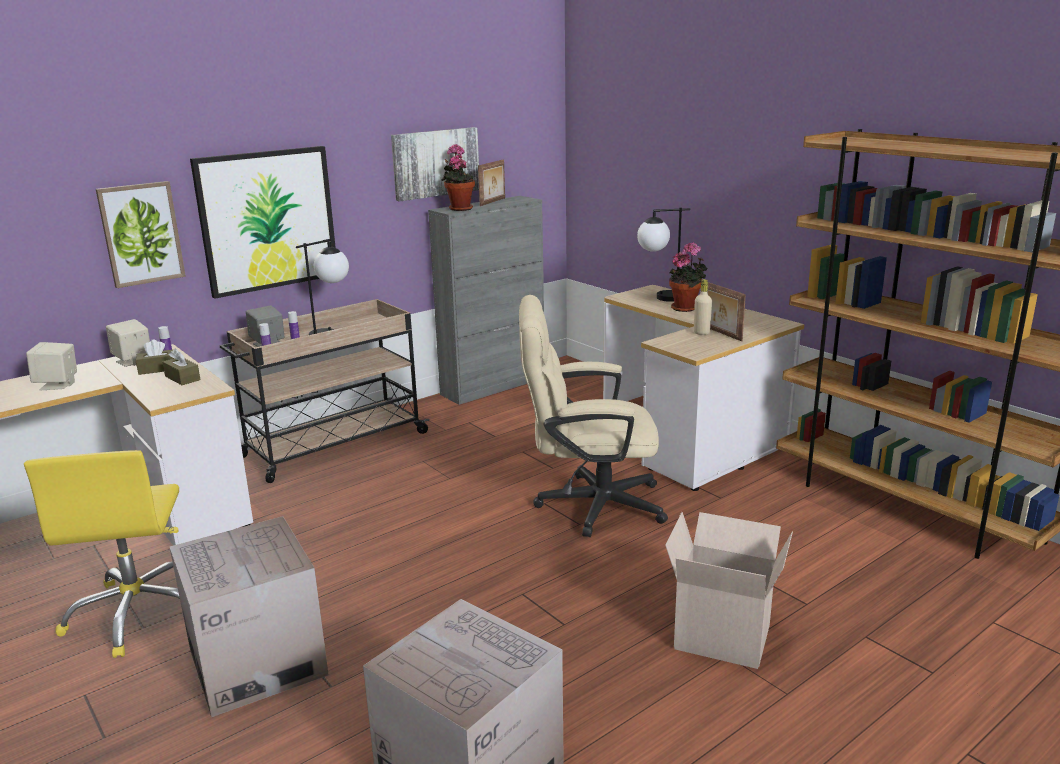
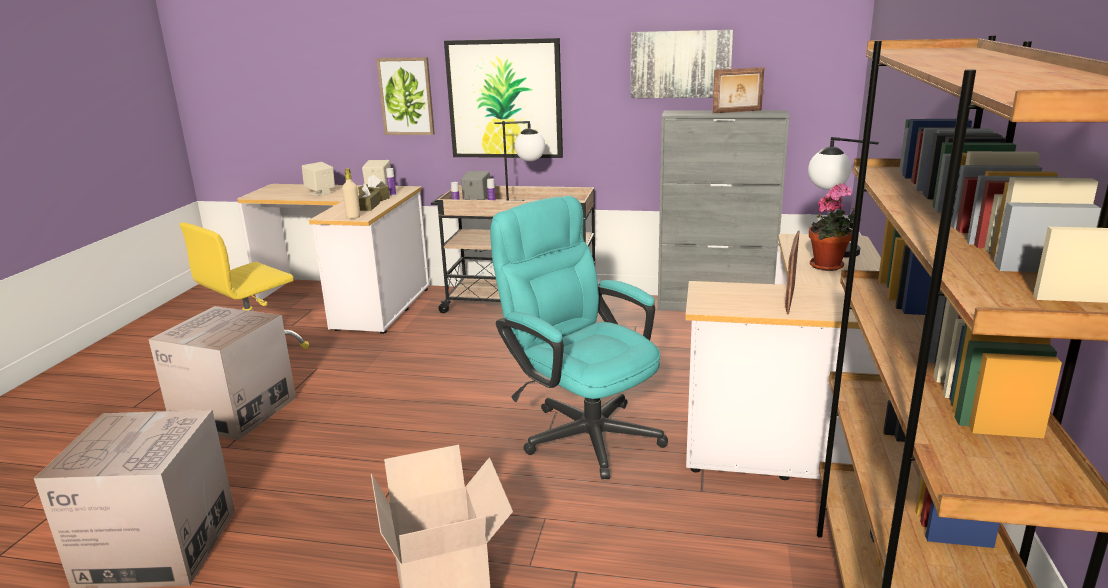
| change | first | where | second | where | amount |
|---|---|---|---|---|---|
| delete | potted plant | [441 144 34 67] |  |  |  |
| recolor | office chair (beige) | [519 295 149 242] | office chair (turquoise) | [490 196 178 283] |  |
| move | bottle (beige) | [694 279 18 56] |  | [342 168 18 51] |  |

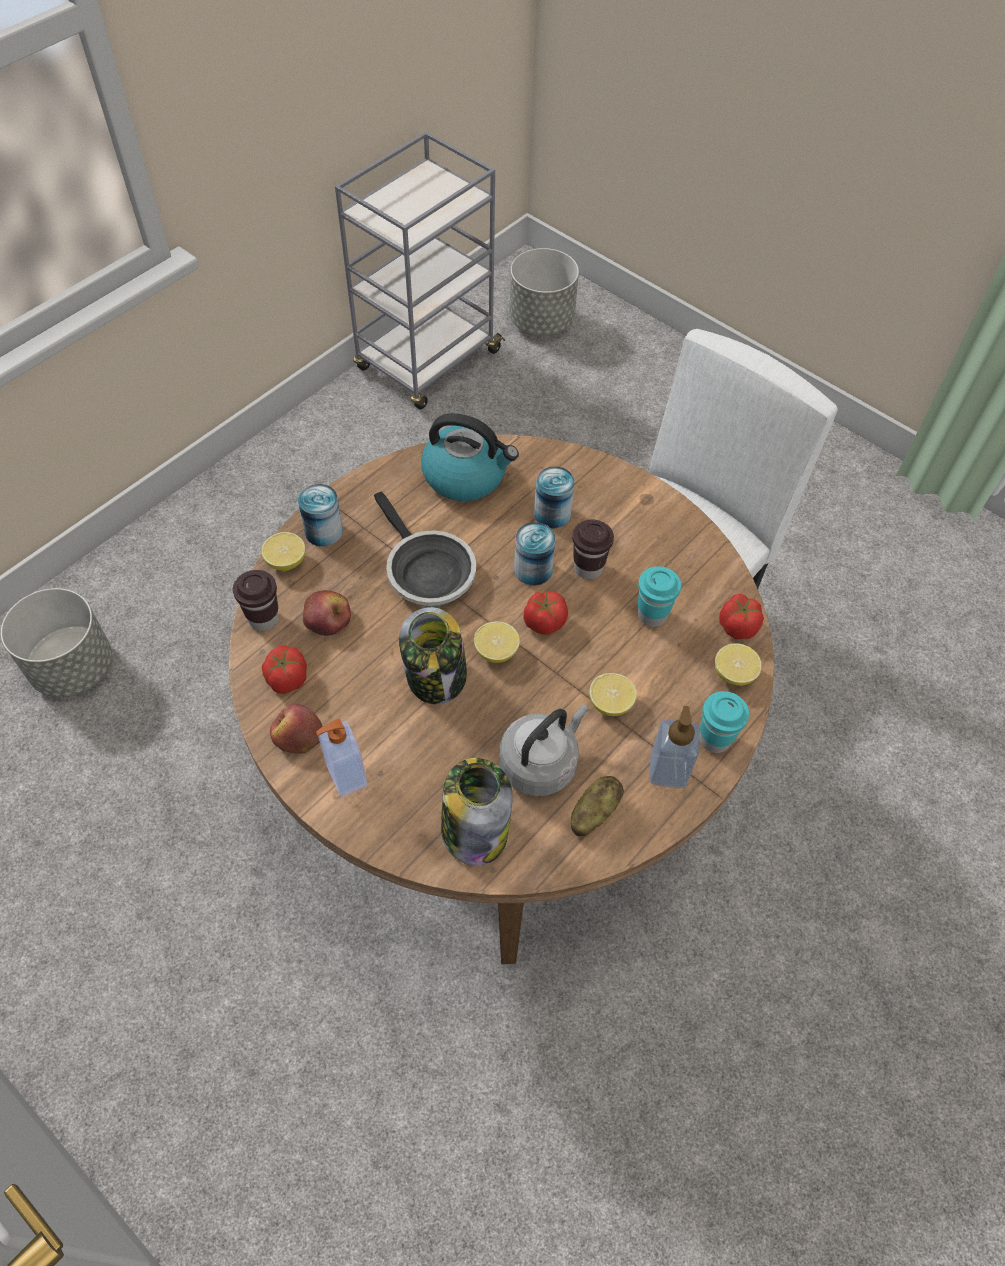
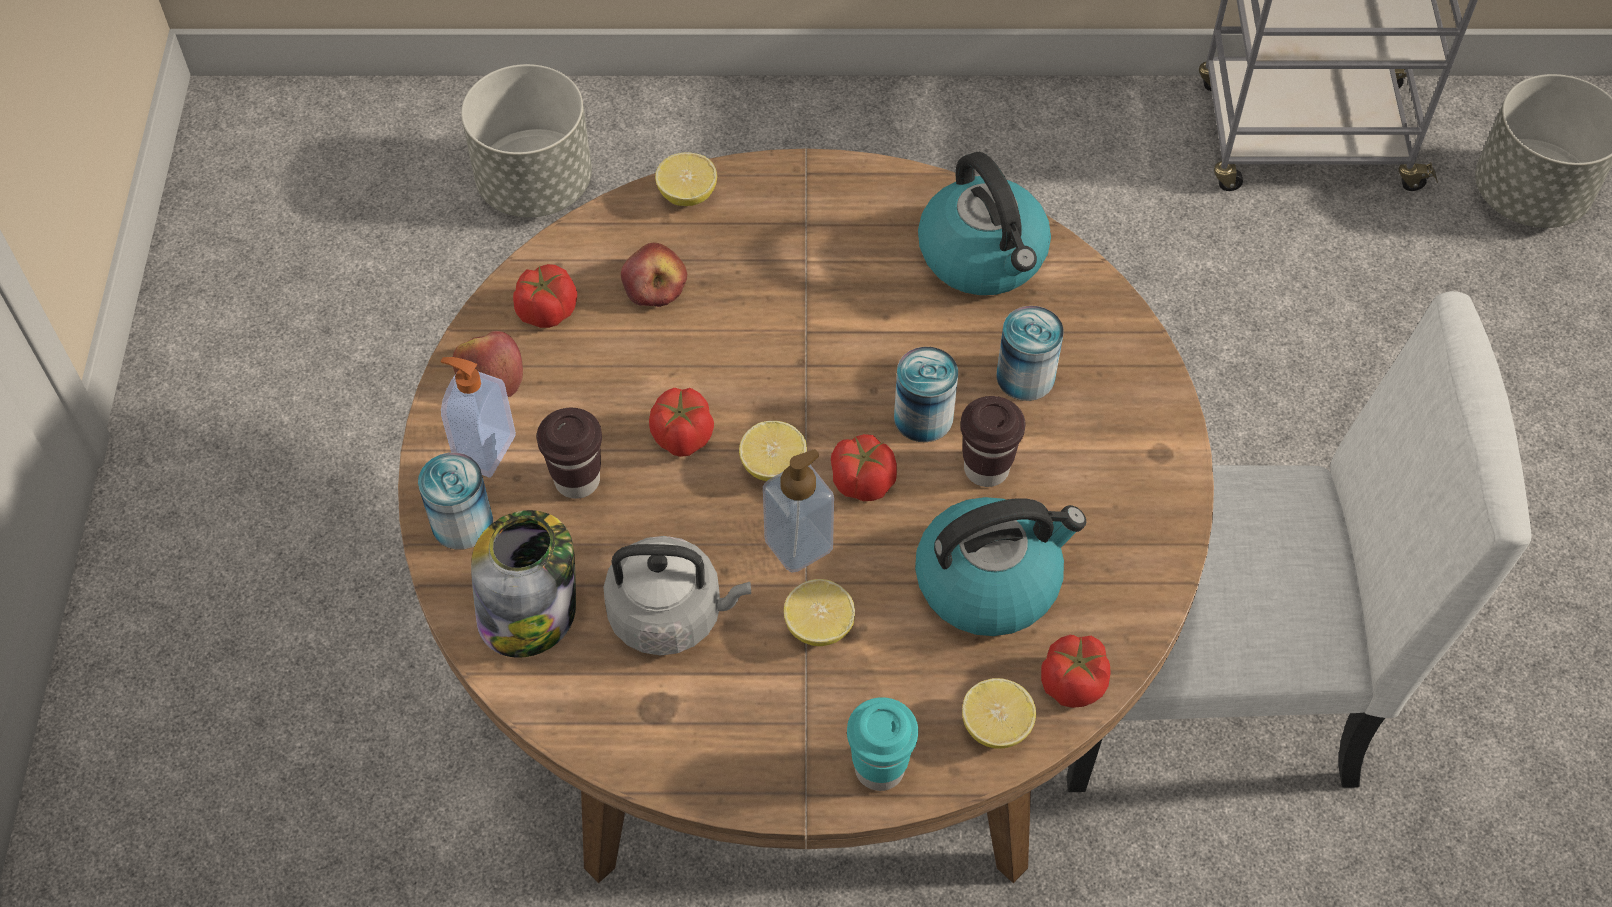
| change | first | where | second | where | amount |
|---|---|---|---|---|---|
| move | cup (brown) | [233 570 46 61] |  | [537 408 65 91] |  |
| move | can | [298 484 45 63] |  | [418 452 75 98] |  |
| delete | frying pan | [374 491 102 116] |  |  |  |
| replace | jar | [399 607 68 97] | tomato | [649 388 65 69] |  |
| delete | potato | [571 776 53 60] |  |  |  |
| replace | cup (turquoise) | [638 566 43 61] | kettle | [915 497 171 139] |  |
| move | soap dispenser | [649 706 51 83] |  | [763 449 71 124] |  |

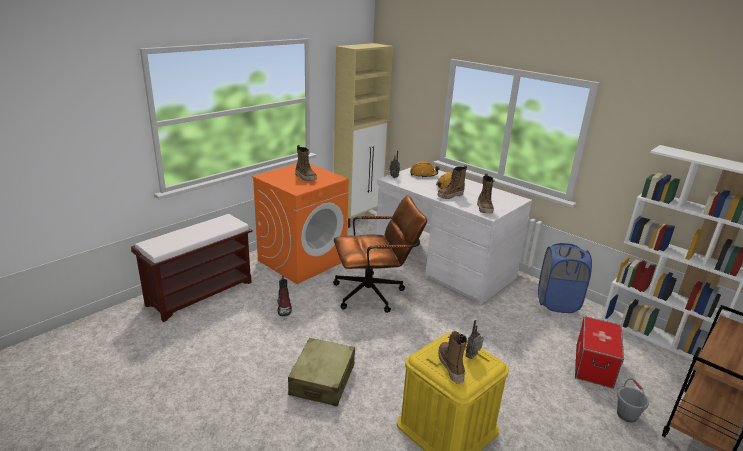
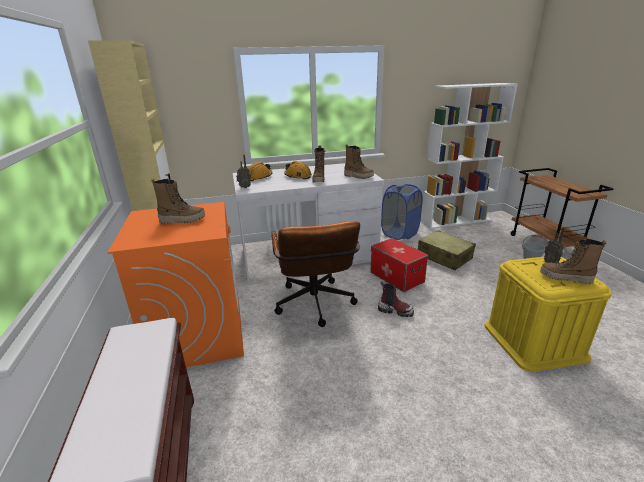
| change | first | where | second | where | amount |
|---|---|---|---|---|---|
| move | boot | [277 275 15 41] |  | [378 281 36 36] |  |
| move | suitcase (beige) | [288 338 67 68] |  | [418 230 58 40] |  |
| rotate | office chair (brown) | [333 195 94 118] |  | [271 221 89 106] | 150 degrees clockwise |
| move | storage box | [575 316 49 73] |  | [370 238 58 54] |  |

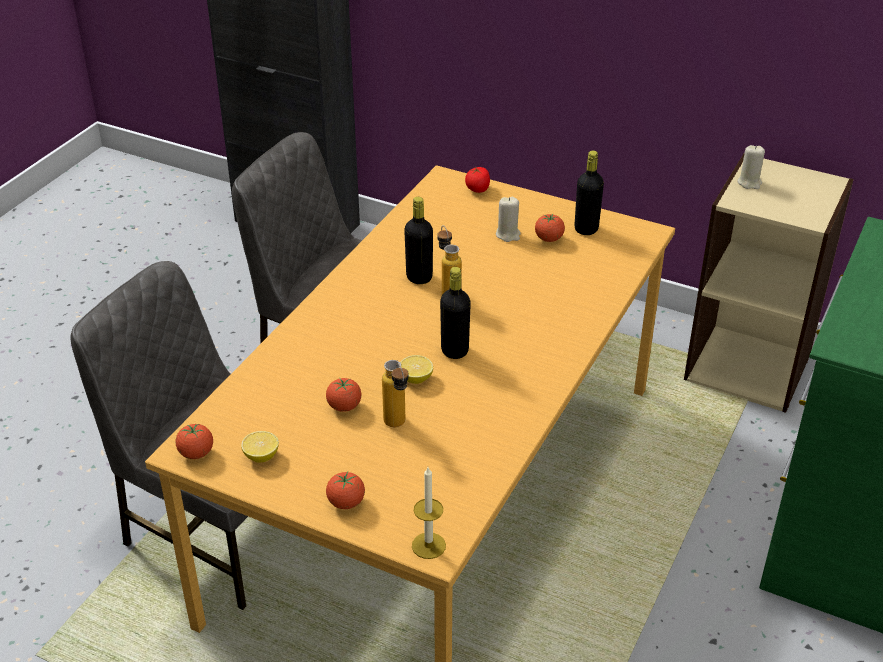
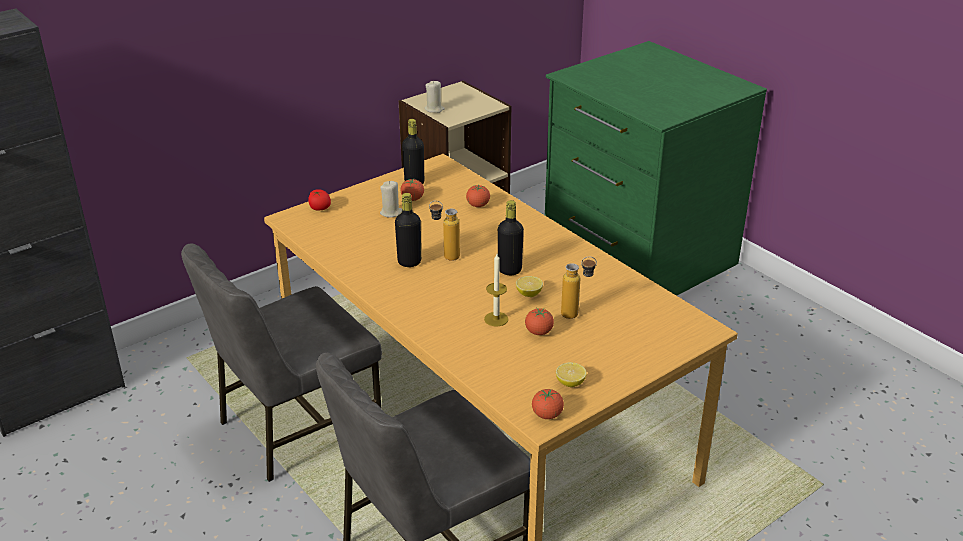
| change | first | where | second | where | amount |
|---|---|---|---|---|---|
| move | tomato | [326 472 39 37] |  | [466 184 24 23] |  |
| move | candle | [412 467 34 92] |  | [484 254 24 73] |  |

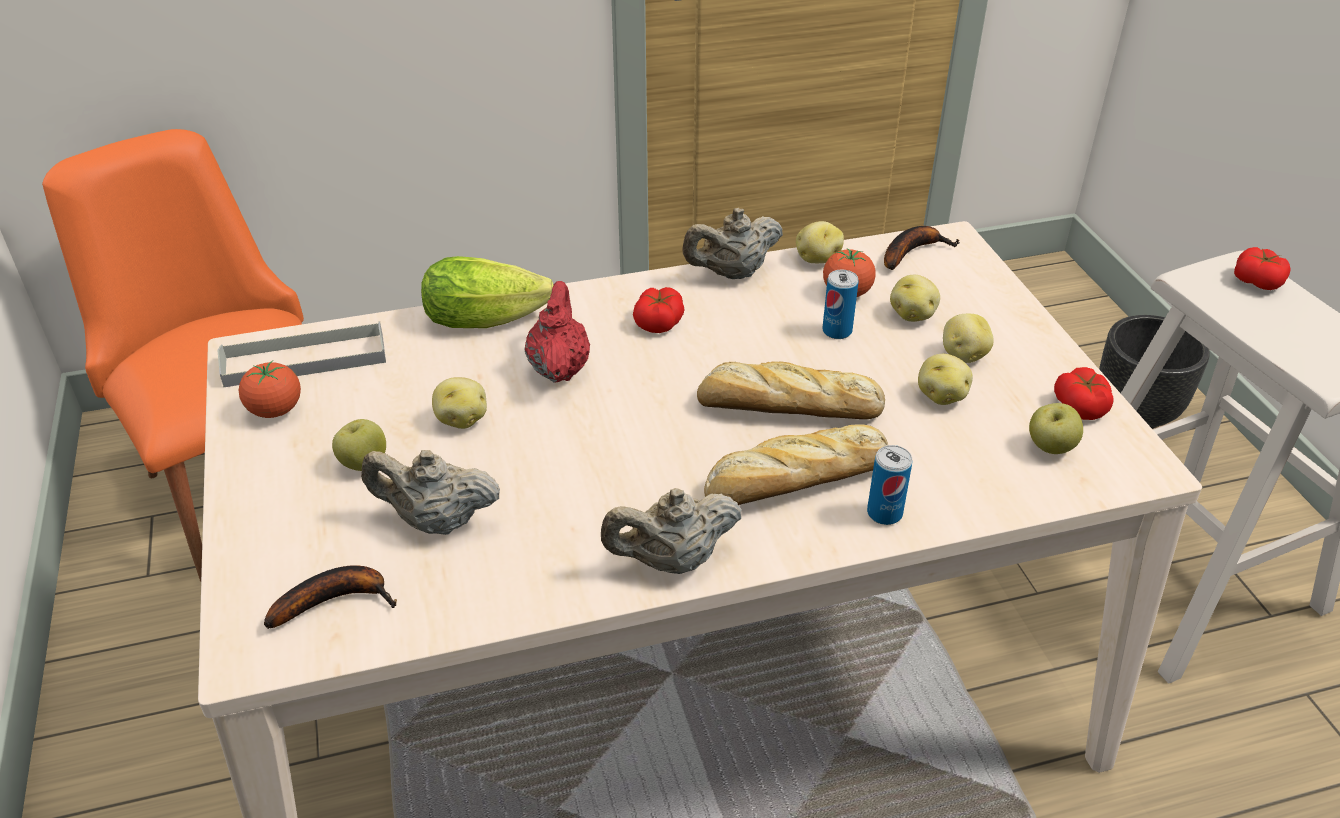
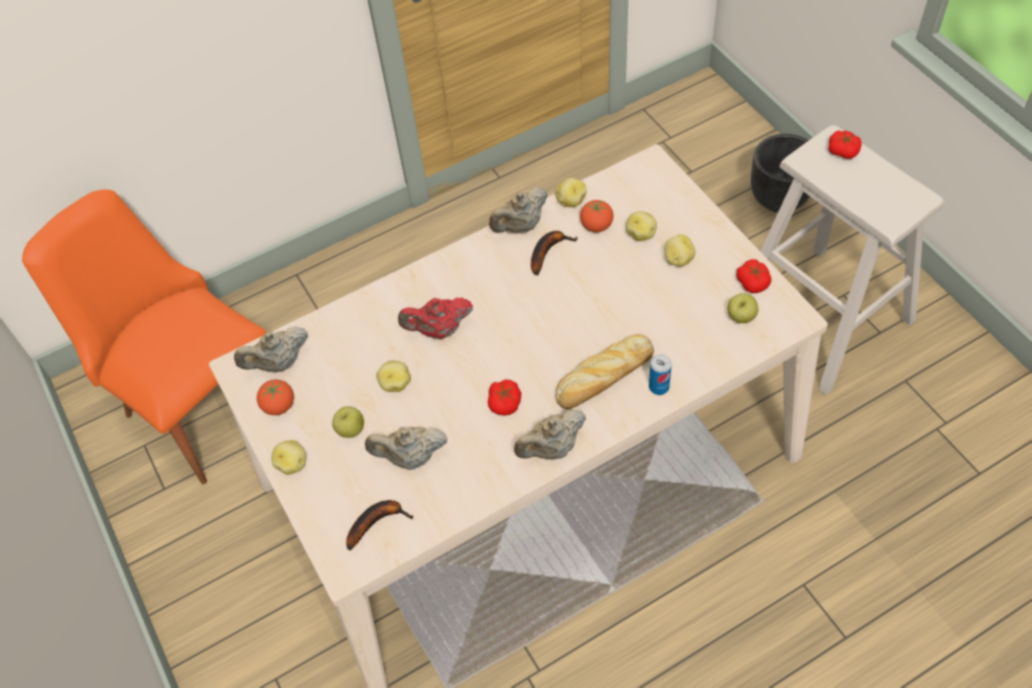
| change | first | where | second | where | amount |
|---|---|---|---|---|---|
| replace | tray (grey) | [217 321 169 66] | teapot (beige) | [234 326 74 47] |  |
| delete | lettuce | [421 256 132 72] |  |  |  |
| rotate | teapot (red) | [524 281 66 102] |  | [398 298 75 41] | 90 degrees counterclockwise |
| move | tomato | [633 287 52 46] |  | [488 379 33 37] |  |
| delete | bread | [697 361 188 58] |  |  |  |
| delete | can | [822 270 37 69] |  |  |  |
| move | banana | [884 226 76 44] |  | [531 231 47 45] |  |
| move | potato | [918 354 55 51] |  | [272 440 34 35] |  |

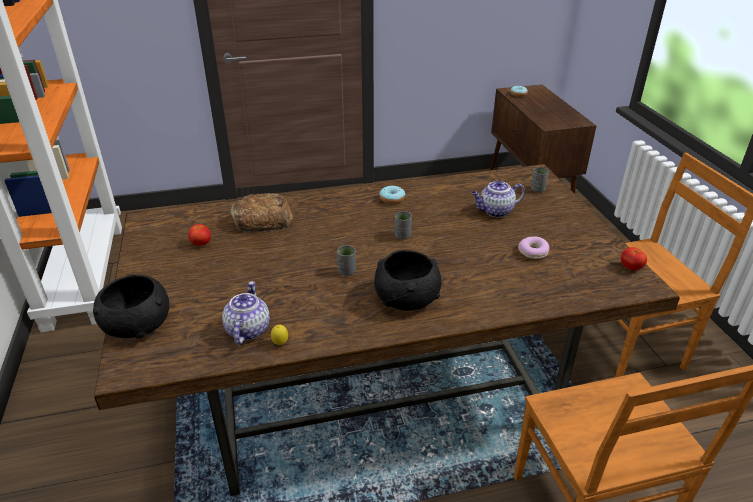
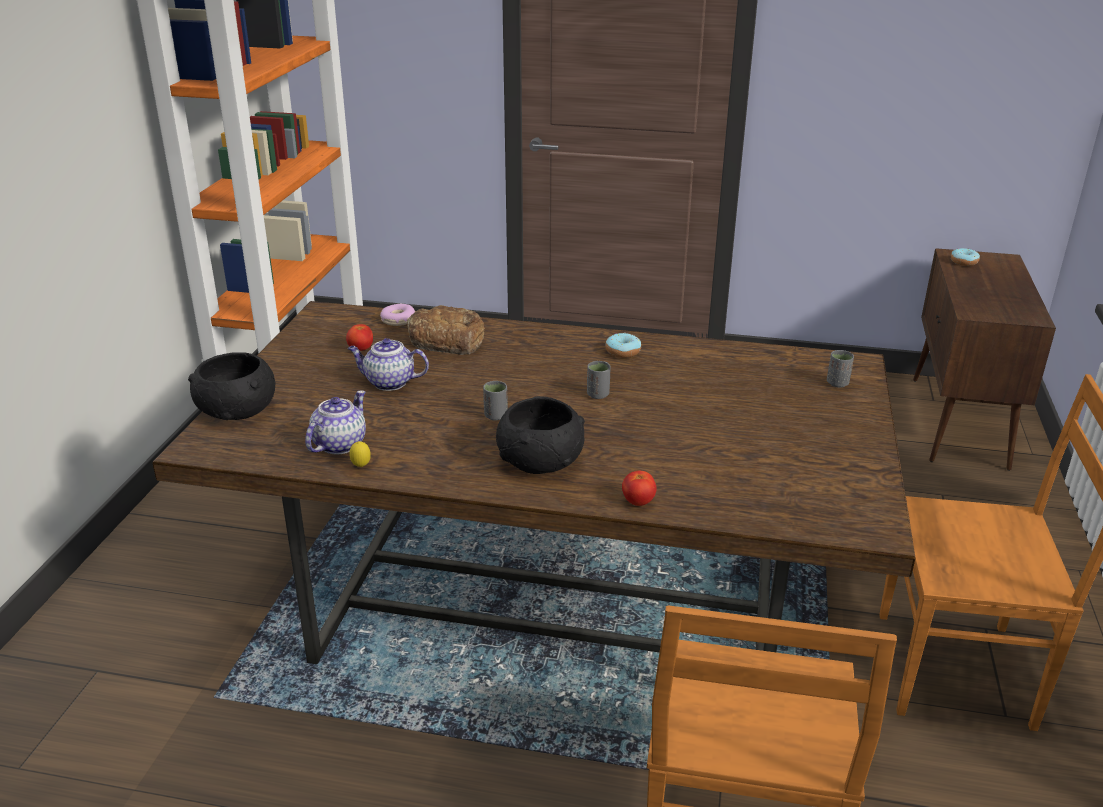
| change | first | where | second | where | amount |
|---|---|---|---|---|---|
| move | teapot | [472 180 53 37] |  | [348 338 81 53] |  |
| move | donut | [518 237 31 22] |  | [380 304 35 22] |  |
| move | tomato | [621 247 26 24] |  | [622 470 34 36] |  |

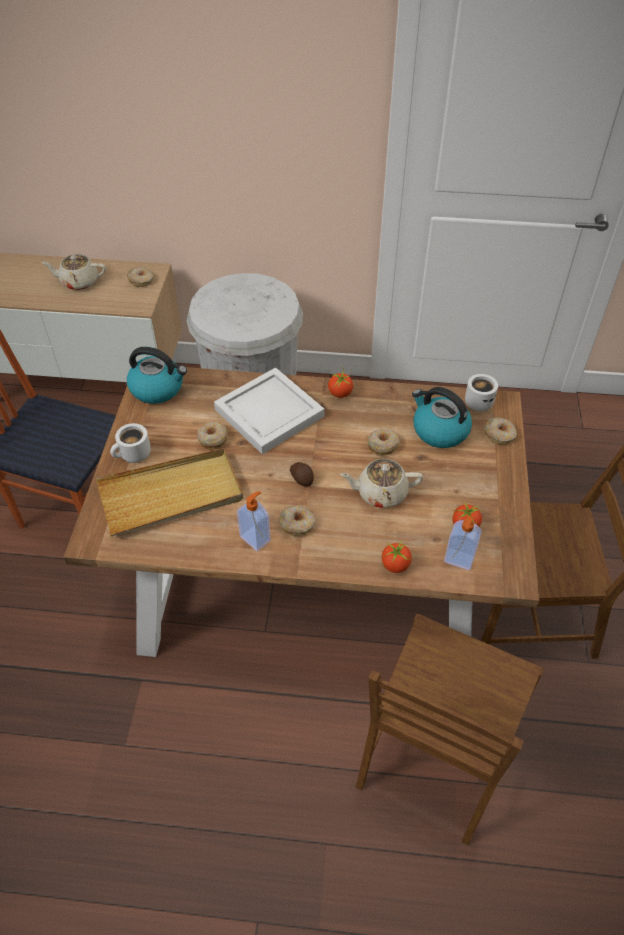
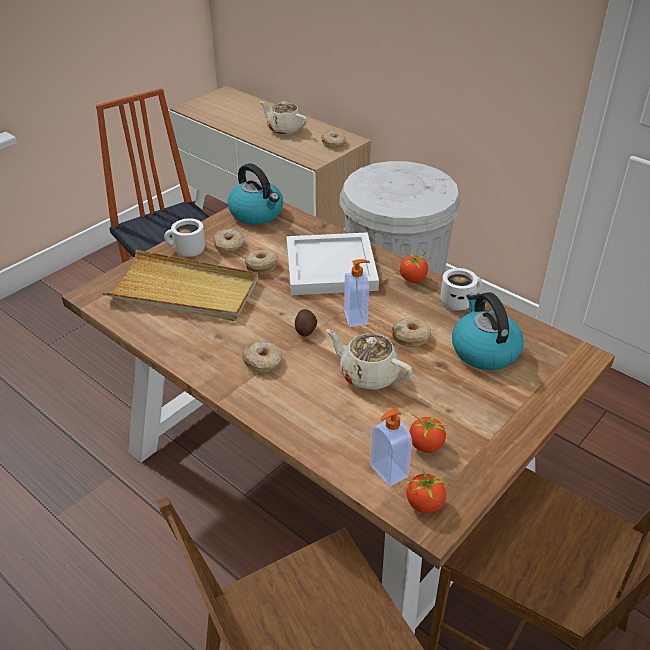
| change | first | where | second | where | amount |
|---|---|---|---|---|---|
| move | soap dispenser | [237 491 34 60] |  | [344 259 26 68] |  |
| move | tomato | [382 539 30 34] |  | [405 470 43 43] |  |
| move | mug (white) | [465 374 33 37] |  | [441 268 41 43] |  |
| move | donut | [484 417 33 28] |  | [213 229 31 24] |  |

